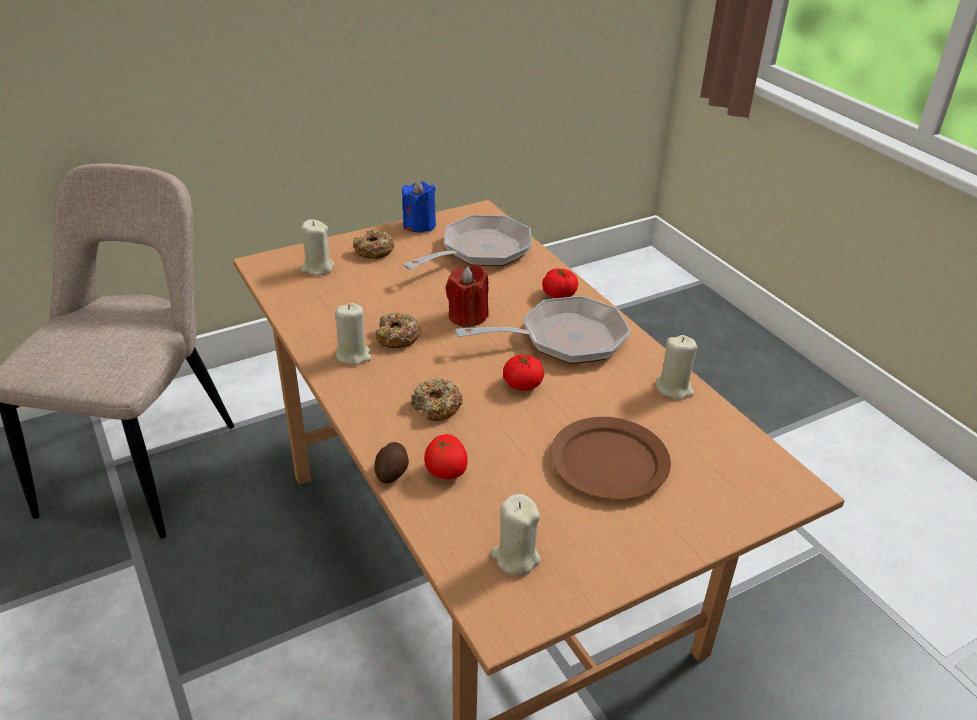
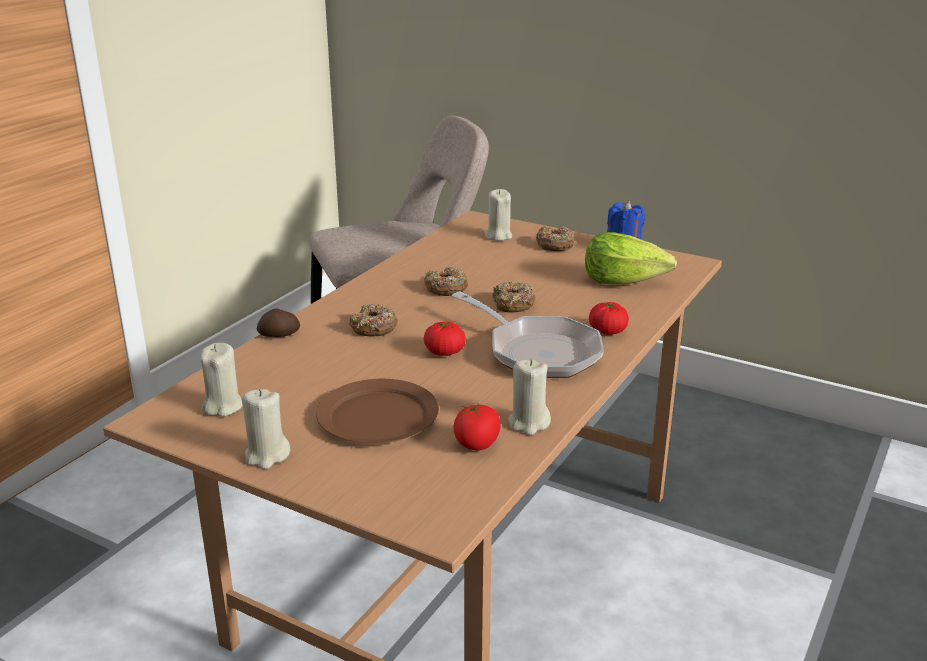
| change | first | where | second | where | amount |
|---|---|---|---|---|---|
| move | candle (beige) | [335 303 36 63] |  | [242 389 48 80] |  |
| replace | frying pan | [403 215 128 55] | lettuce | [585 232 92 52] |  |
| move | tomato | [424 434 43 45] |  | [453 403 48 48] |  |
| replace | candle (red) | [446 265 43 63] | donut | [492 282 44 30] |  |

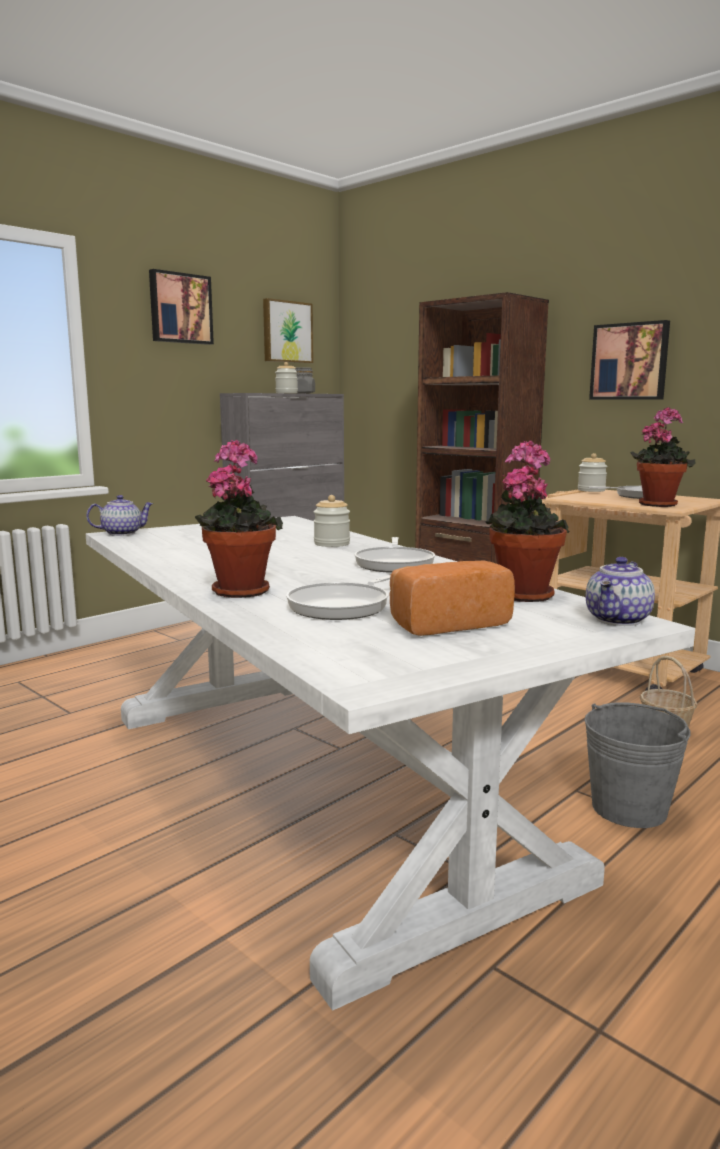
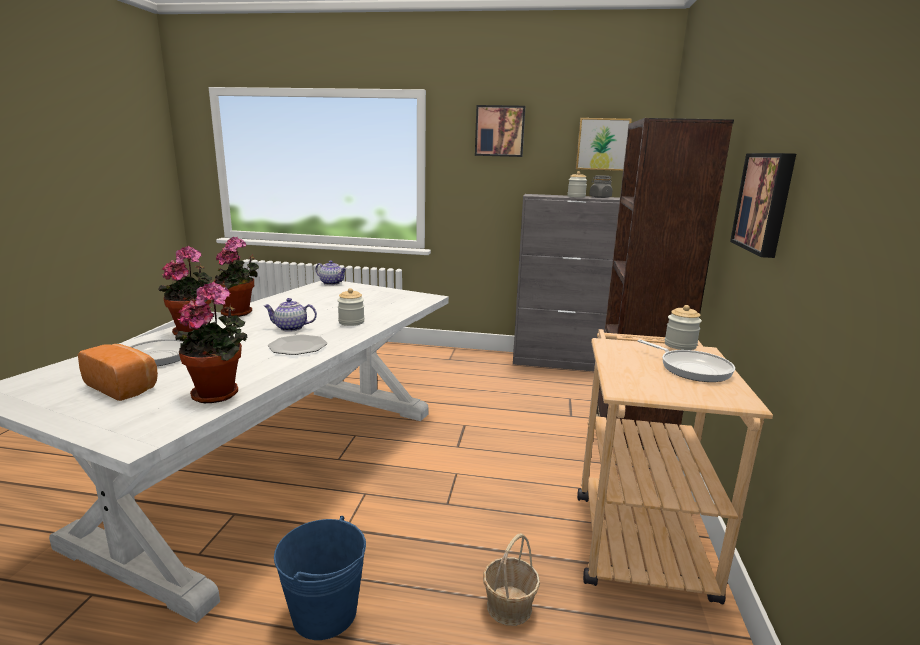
| change | first | where | second | where | amount |
|---|---|---|---|---|---|
| replace | frying pan | [354 537 81 36] | plate | [268 334 59 21] |  |
| recolor | bucket (grey) | [584 702 107 126] | bucket (blue) | [274 516 92 124] |  |
| move | teapot | [586 557 69 69] |  | [264 298 53 34] |  |
| move | potted plant | [630 407 65 100] |  | [213 237 46 80] |  |

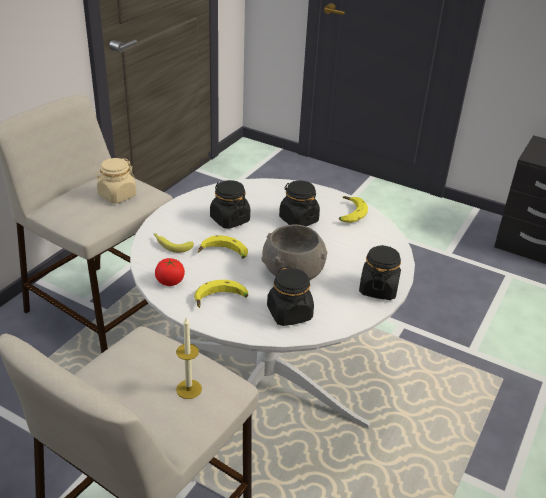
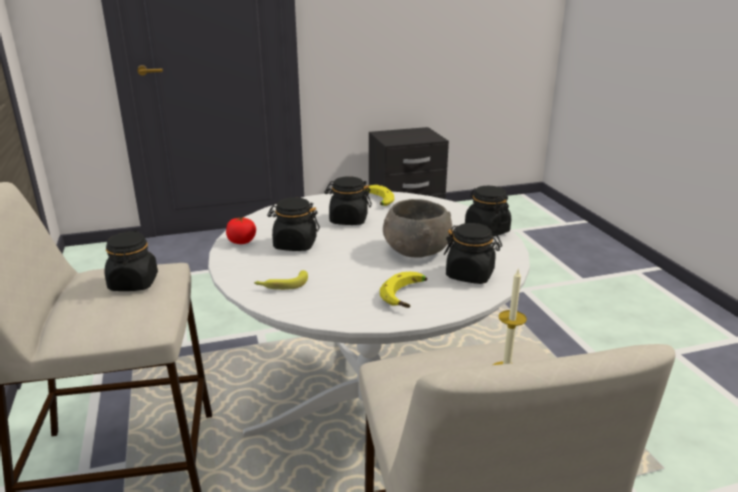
| change | first | where | second | where | amount |
|---|---|---|---|---|---|
| recolor | jar (beige) | [96 158 41 45] | jar (black) | [104 231 54 60] |  |
| move | tomato | [155 258 30 28] |  | [226 217 30 27] |  |
| delete | banana | [198 235 50 24] |  |  |  |

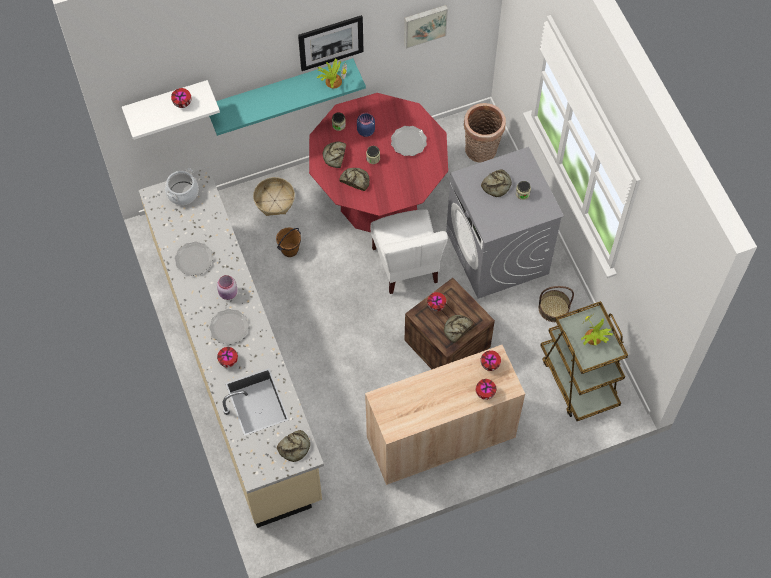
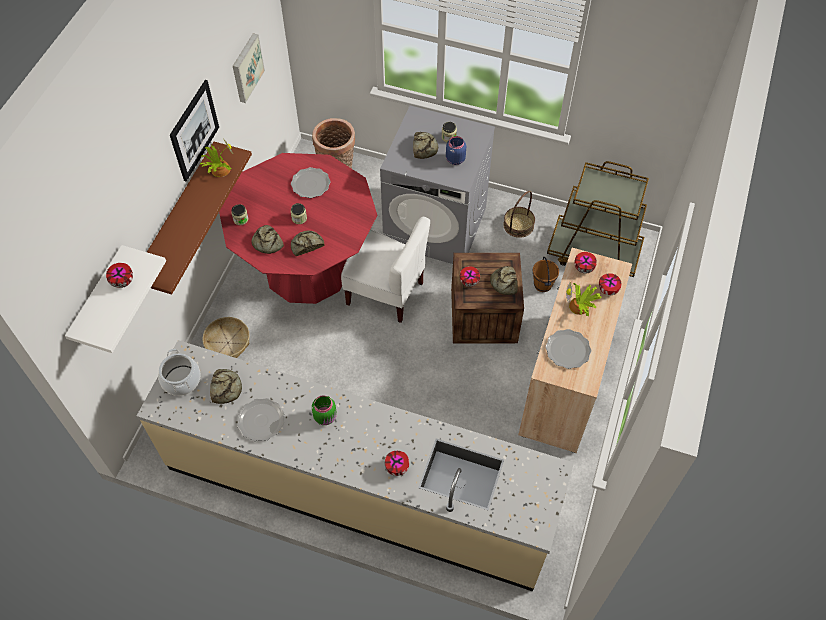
| change | first | where | second | where | amount |
|---|---|---|---|---|---|
| recolor | shelf (turquoise) | [209 58 157 78] | shelf (brown) | [147 142 105 153] |  |
| move | plate | [209 309 40 36] |  | [545 329 46 40] |  |
| recolor | jar (pink) | [217 275 21 25] | jar (green) | [312 395 25 30] |  |
| move | bucket (brown) | [276 227 25 30] |  | [533 257 26 35] |  |
| move | bread | [277 430 33 32] |  | [210 369 32 35] |  |
| move | jar (blue) | [357 112 18 25] |  | [446 136 20 29] |  |
| move | potted plant | [581 314 33 32] |  | [566 281 36 35] |  |

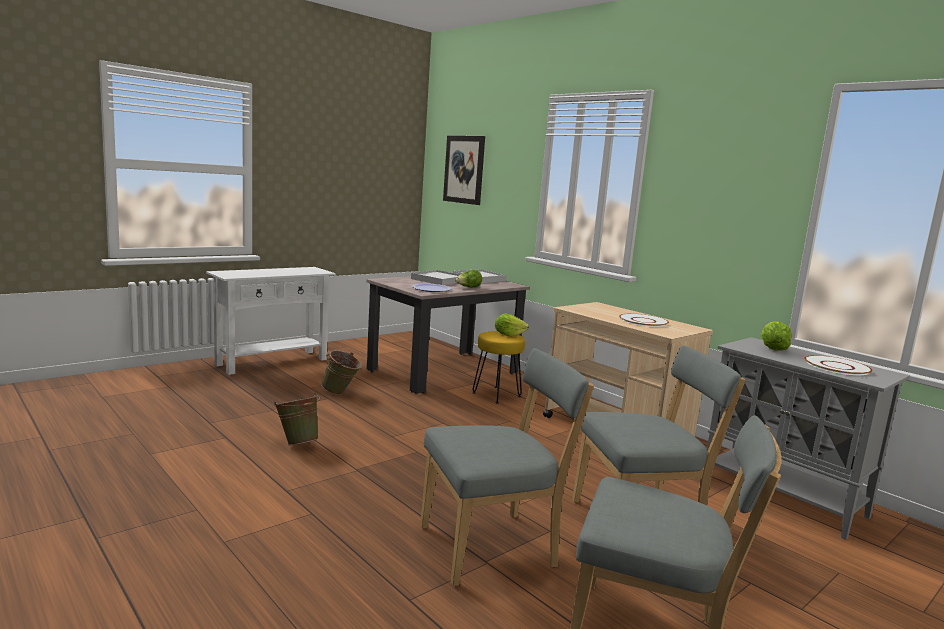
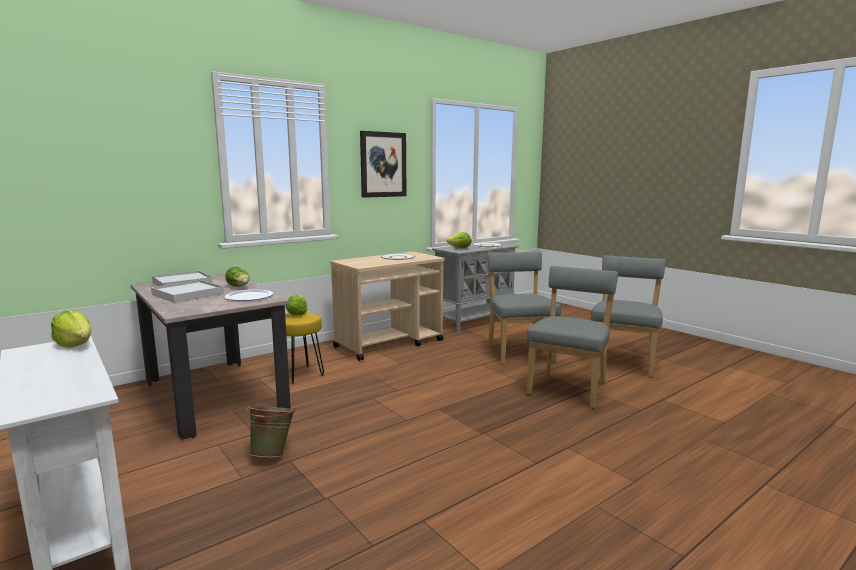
| change | first | where | second | where | amount |
|---|---|---|---|---|---|
| delete | bucket (green) | [274 394 46 52] |  |  |  |
| rotate | chair (grey) | [420 348 174 238] |  | [527 266 91 142] | 45 degrees clockwise |
| move | picture | [443 136 42 69] |  | [360 131 46 67] |  |
| insert |  |  | lettuce | [51 310 40 38] |  |

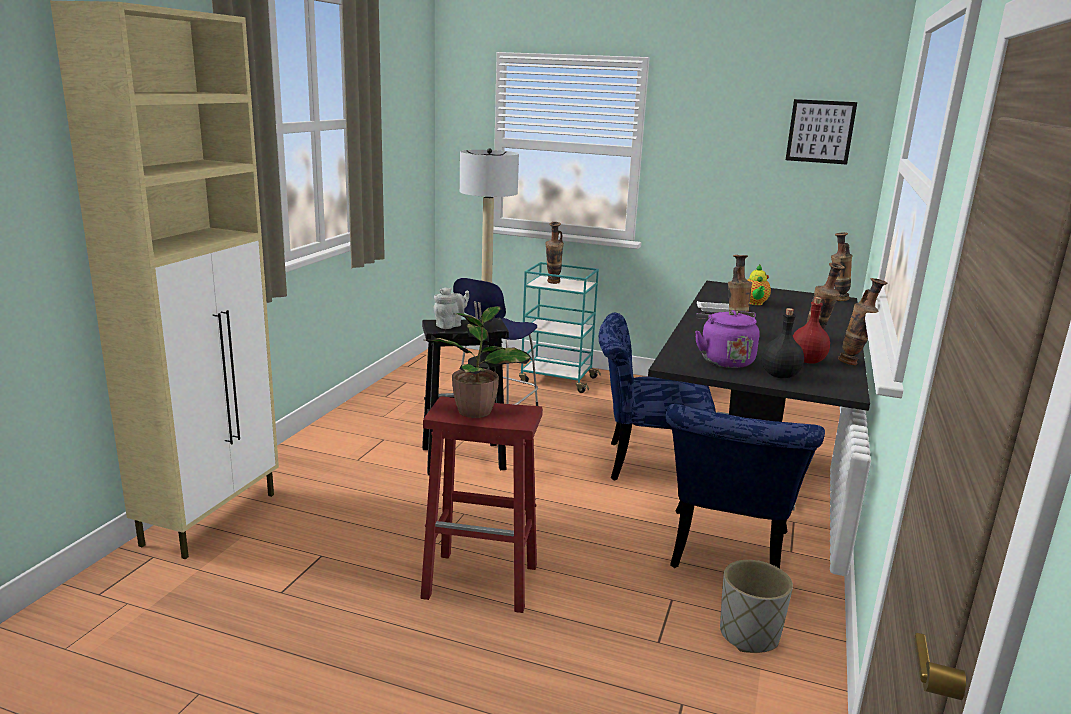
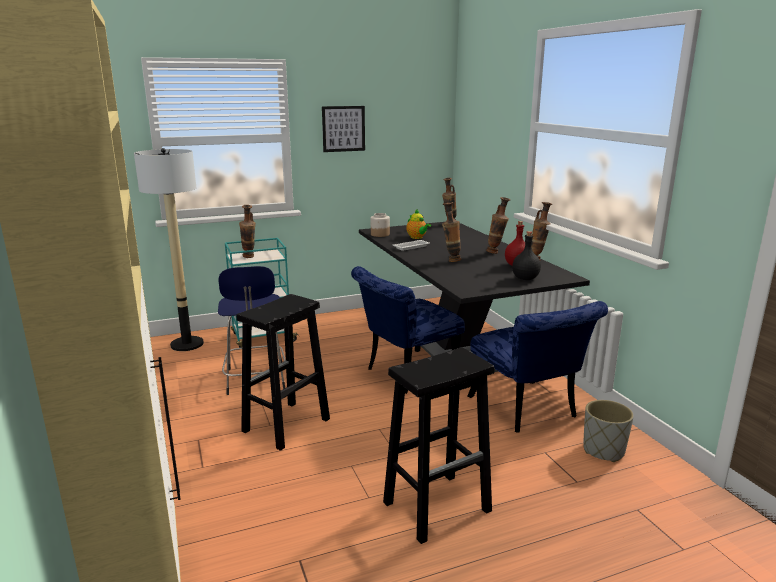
| change | first | where | second | where | amount |
|---|---|---|---|---|---|
| recolor | stool (red) | [420 396 123 217] | stool (black) | [383 347 112 197] |  |
| delete | potted plant | [425 306 106 112] |  |  |  |
| delete | teapot (grey) | [434 287 35 42] |  |  |  |
| delete | kettle (purple) | [695 310 65 58] |  |  |  |
| move | picture | [786 99 71 66] |  | [322 106 43 46] |  |
| insert |  |  | jar | [371 213 19 24] |  |

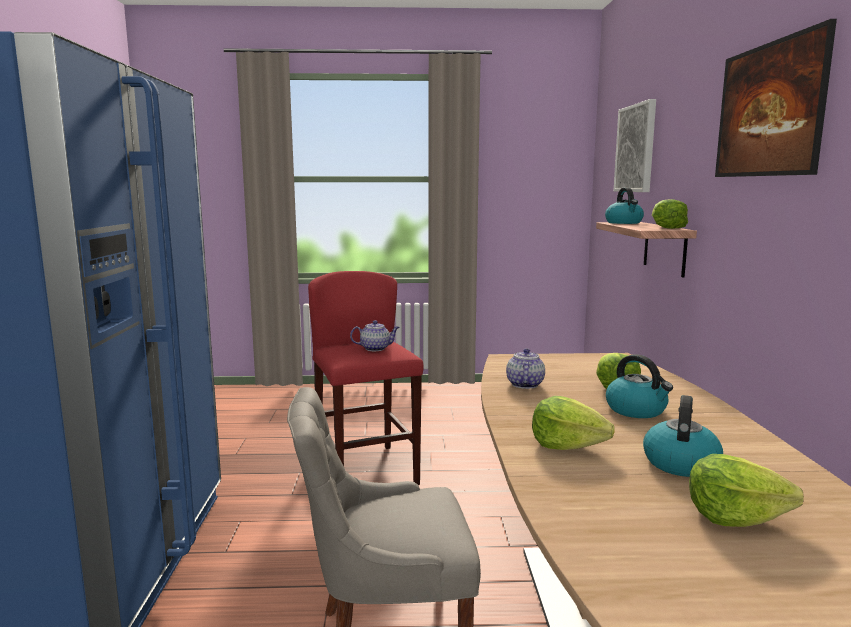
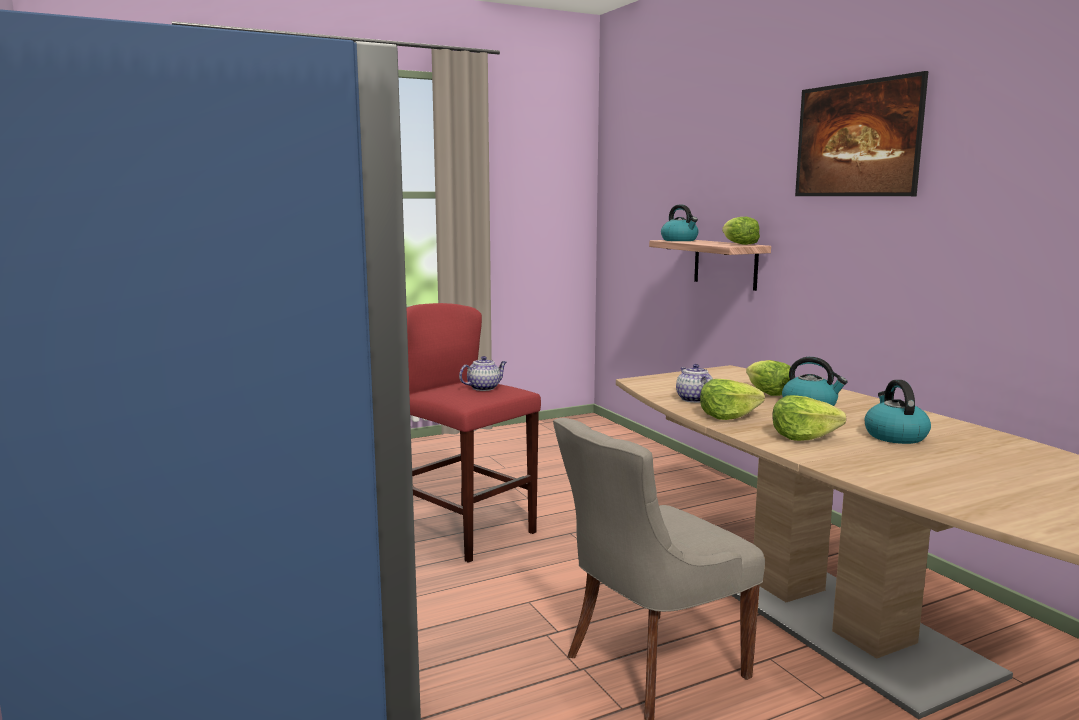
| change | first | where | second | where | amount |
|---|---|---|---|---|---|
| delete | picture | [614 99 42 93] |  |  |  |
| move | lettuce | [689 454 115 73] |  | [700 379 65 41] |  |

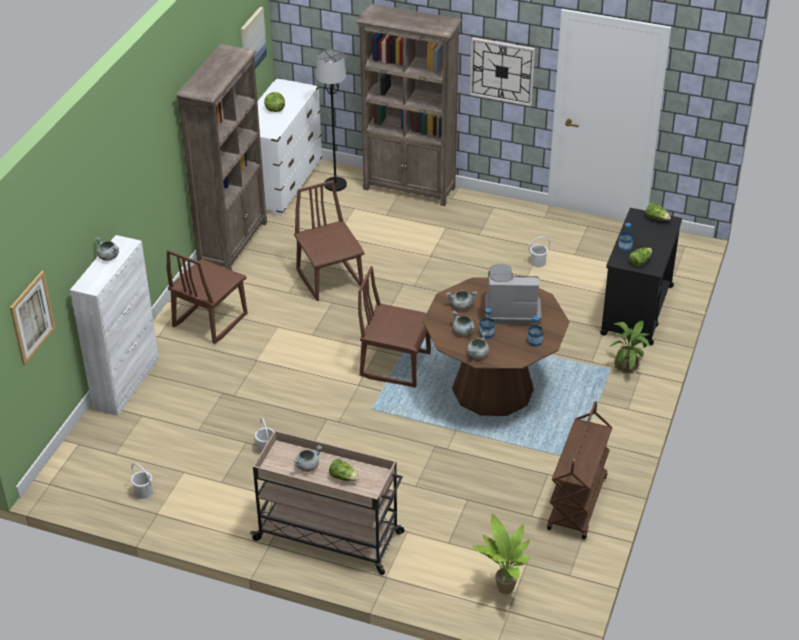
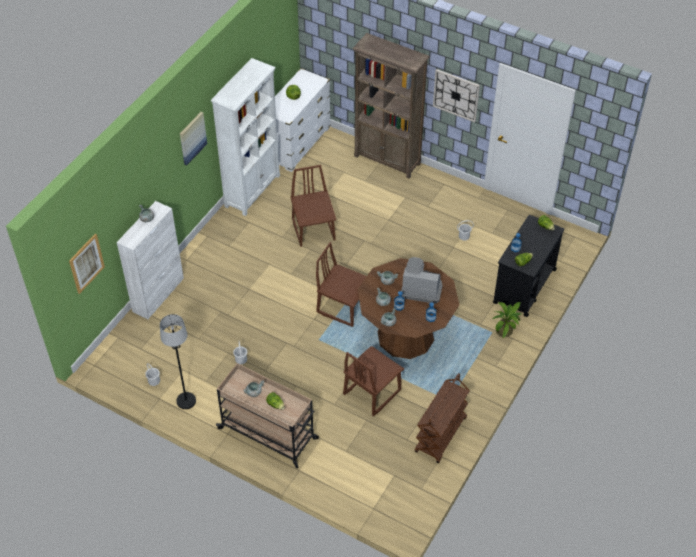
| change | first | where | second | where | amount |
|---|---|---|---|---|---|
| move | chair (brown) | [166 250 82 94] |  | [343 346 61 71] |  |
| recolor | bookcase (brown) | [176 44 91 226] | bookcase (white) | [211 58 69 158] |  |
| move | picture | [241 7 26 62] |  | [180 112 27 54] |  |
| move | floor lamp (black) | [316 49 31 142] |  | [160 314 36 95] |  |
| delete | potted plant | [472 514 59 80] |  |  |  |

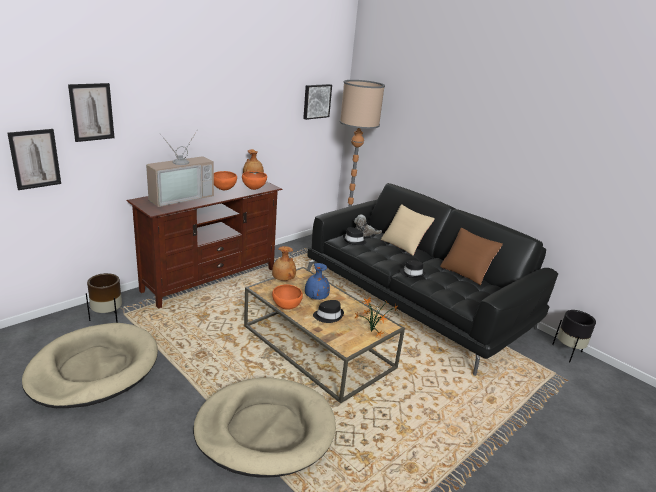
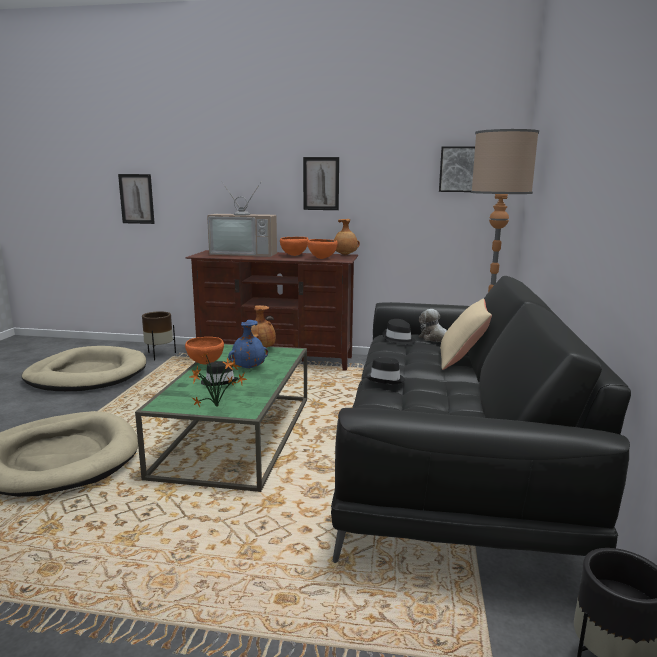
| change | first | where | second | where | amount |
|---|---|---|---|---|---|
| move | picture | [68 83 47 59] |  | [303 157 36 53] |  |
| recolor | coffee table (brown) | [244 267 161 136] | coffee table (green) | [135 344 172 148] |  |
| delete | pillow (brown) | [440 228 63 57] |  |  |  |

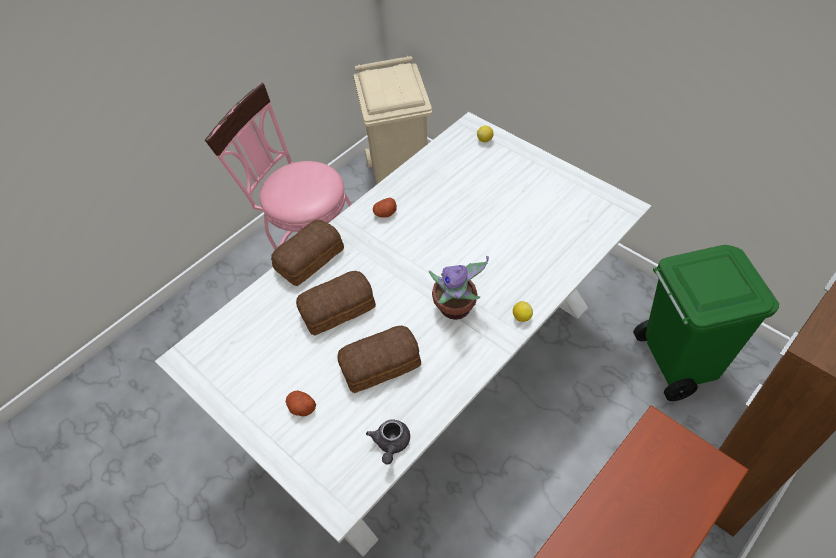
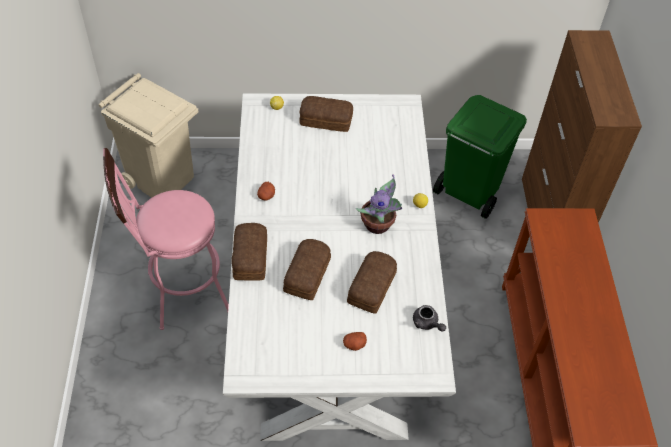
| change | first | where | second | where | amount |
|---|---|---|---|---|---|
| insert |  |  | bread | [300 96 53 36] |  |

